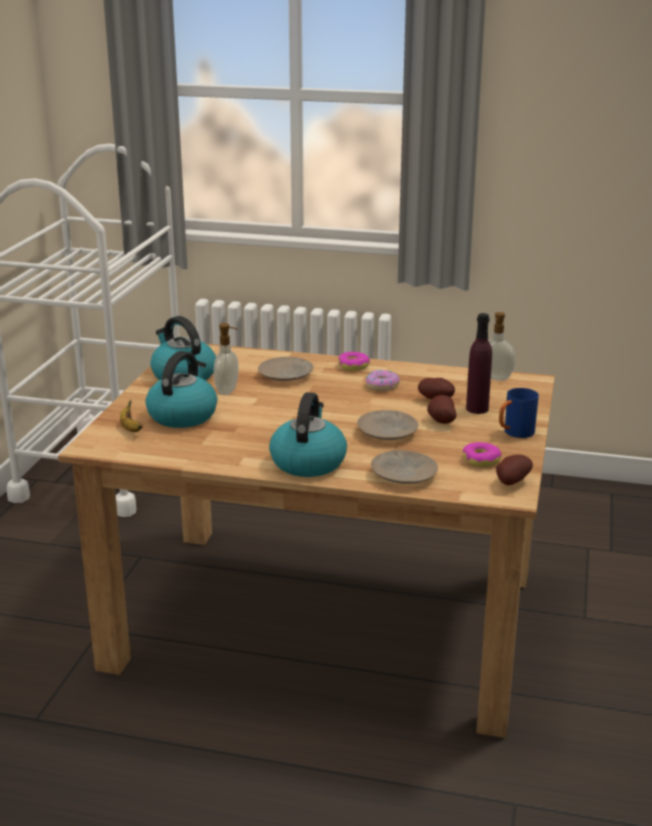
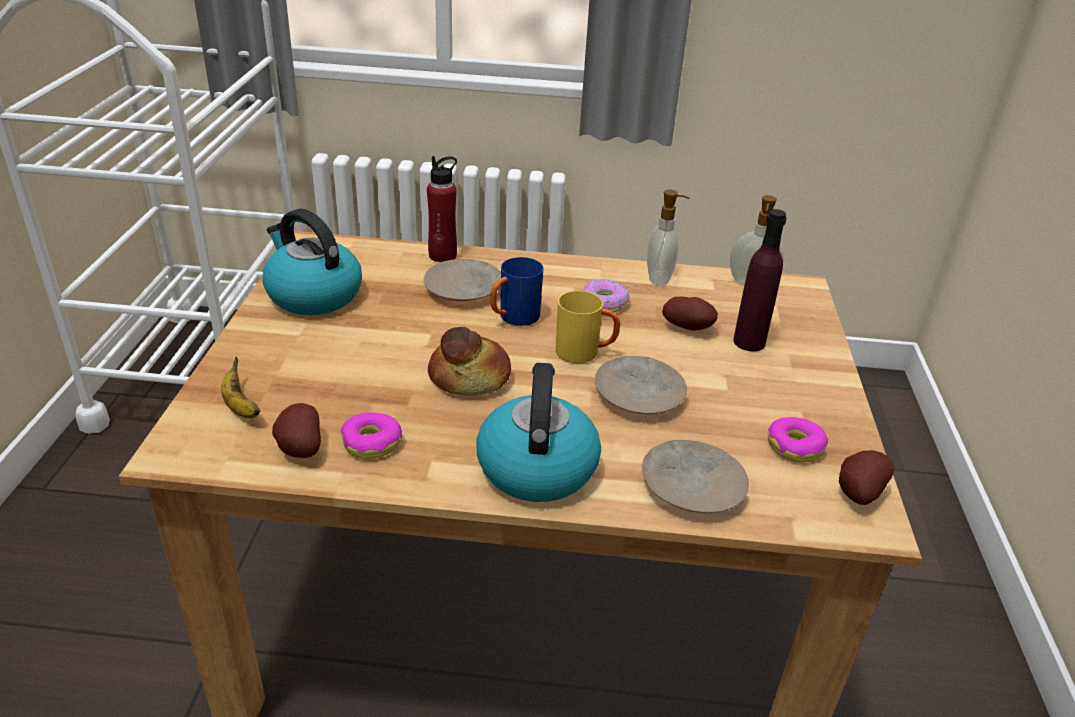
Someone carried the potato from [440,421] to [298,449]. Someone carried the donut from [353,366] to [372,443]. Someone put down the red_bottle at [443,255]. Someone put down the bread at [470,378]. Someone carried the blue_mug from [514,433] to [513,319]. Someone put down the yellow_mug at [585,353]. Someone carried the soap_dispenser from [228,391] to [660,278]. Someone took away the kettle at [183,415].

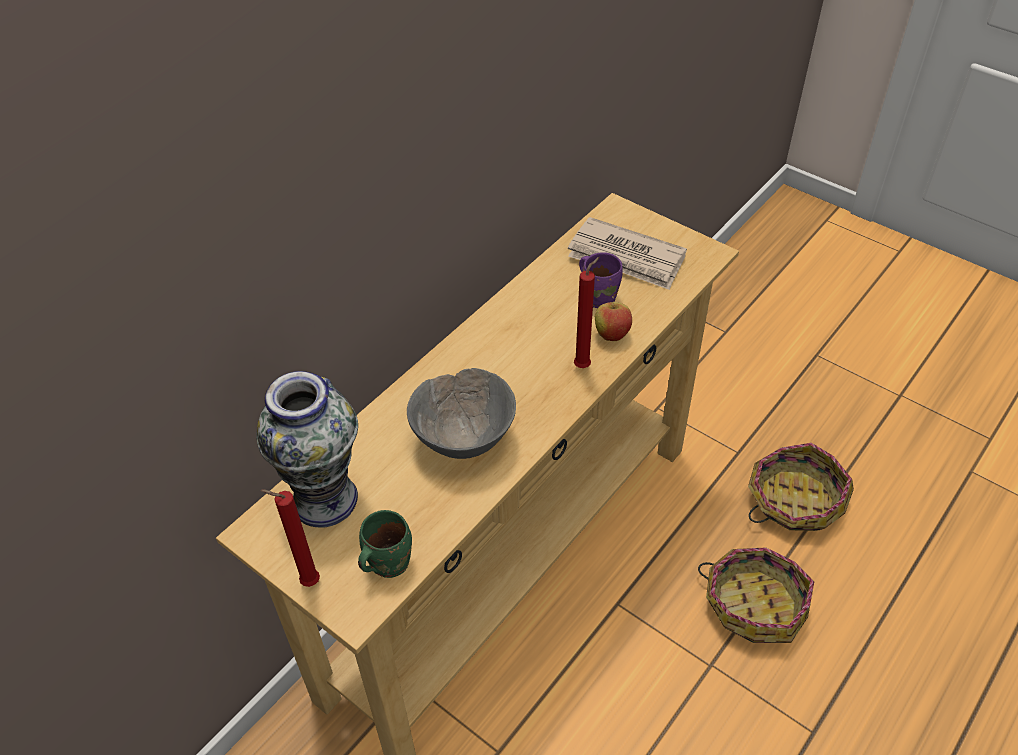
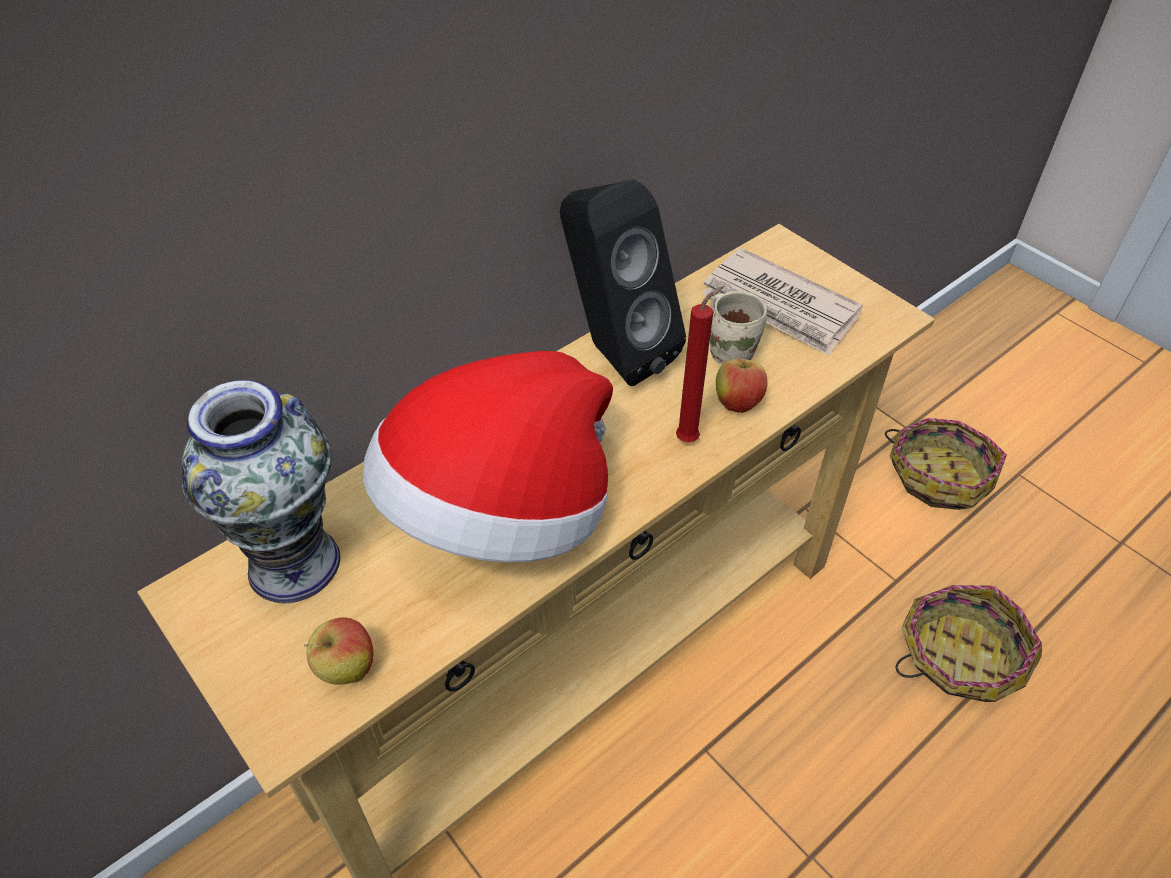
Someone swapped the green_mug at [386,562] for the apple at [346,669]. Someone swapped the grey_bowl at [464,439] for the hat at [503,513]. Someone put down the black_speaker at [613,352]. Someone repainted the purple_mug at [599,296], which became the beige_mug at [732,351]. Someone carried the basket from [754,603] to [938,474]. Someone took away the red_candle at [307,582].

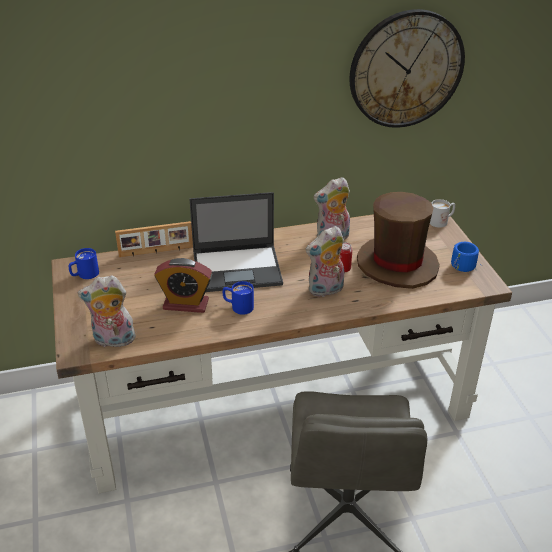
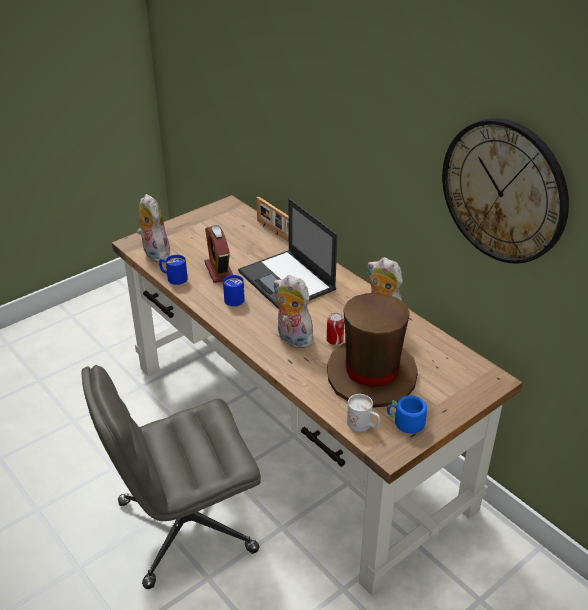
Someone carried the blue_mug from [84,275] to [173,278]. Someone carried the white_mug from [441,221] to [363,425].

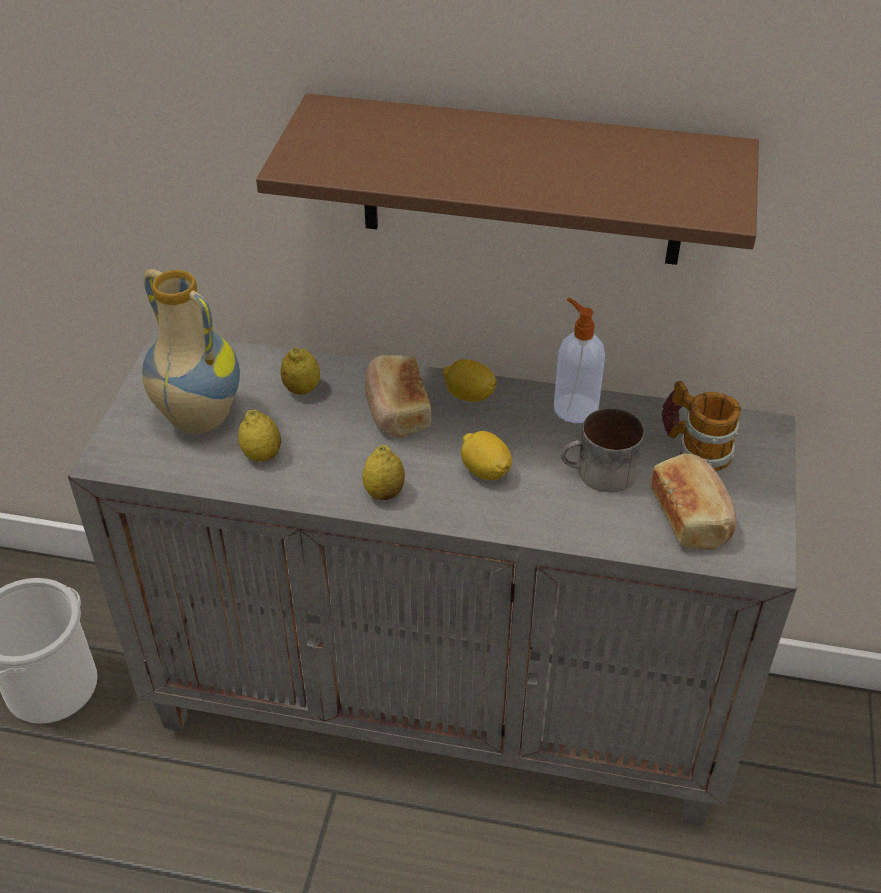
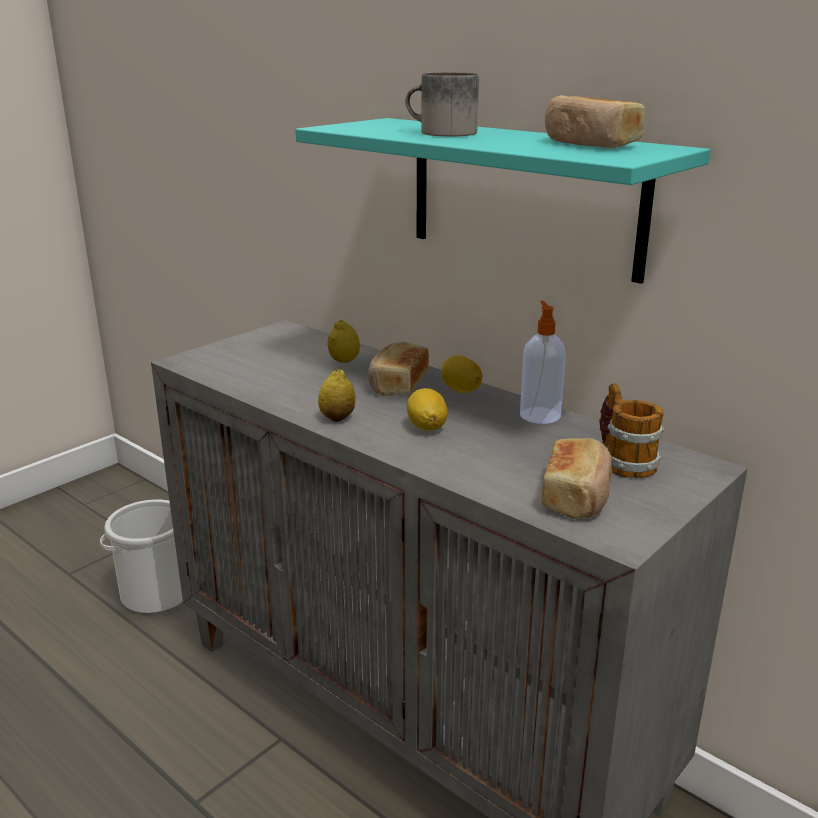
Someone repainted the brown_shelf at [522,182], which became the turquoise_shelf at [523,196]. Someone carried the mug from [599,474] to [440,133]. Someone put down the bread at [589,144]. Someone took away the vase at [197,420]. Someone took away the lemon at [262,455].

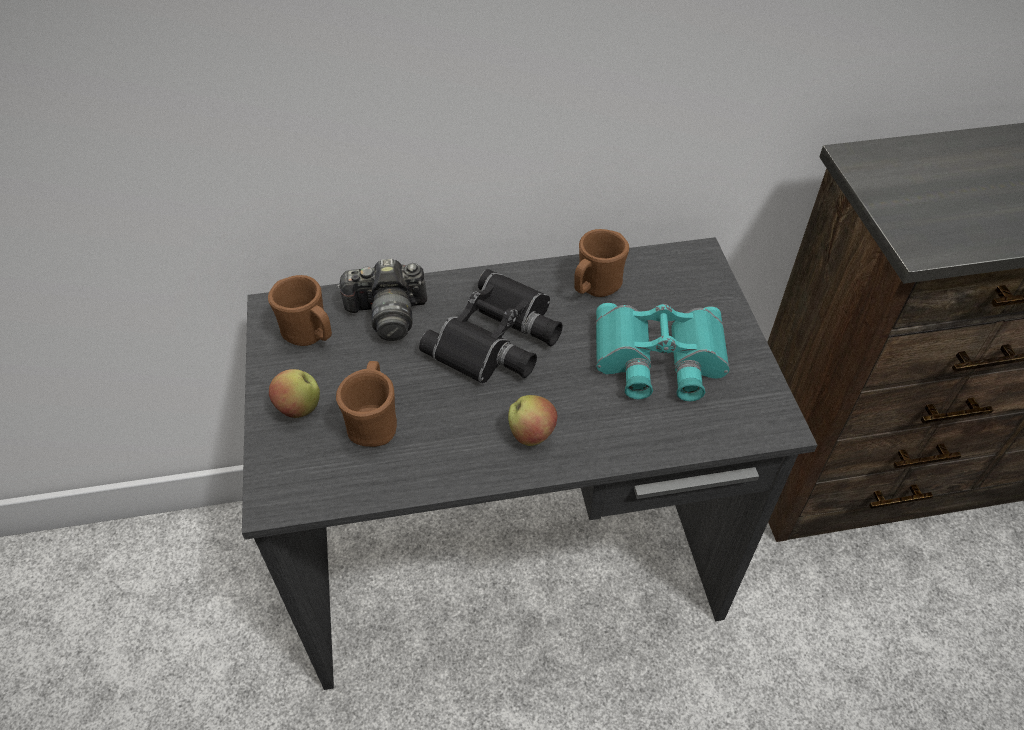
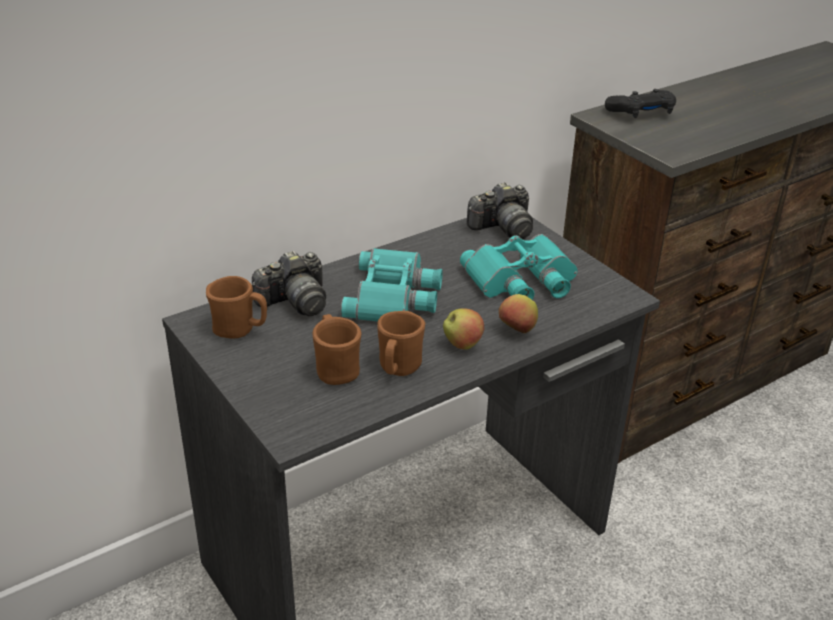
Someone repainted the black_binoculars at [498,338], which became the turquoise_binoculars at [395,296]. Someone carried the brown_mug from [595,288] to [398,369]. Someone put down the photo_camera at [503,228]. Someone carried the apple from [299,408] to [517,330]. Someone put down the black_game_controller at [641,113].

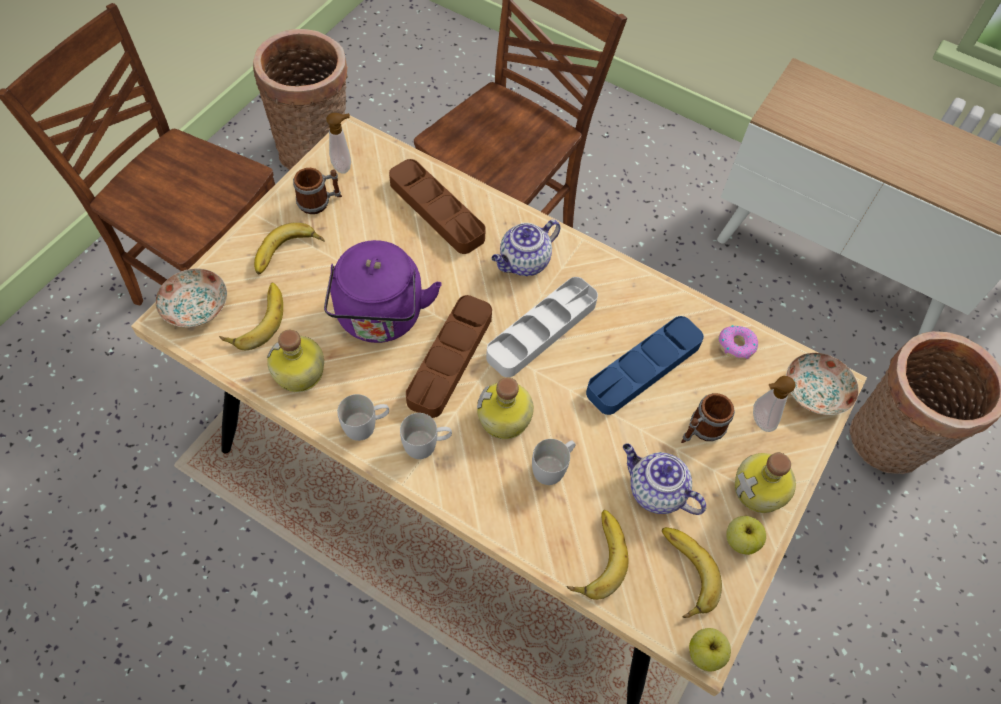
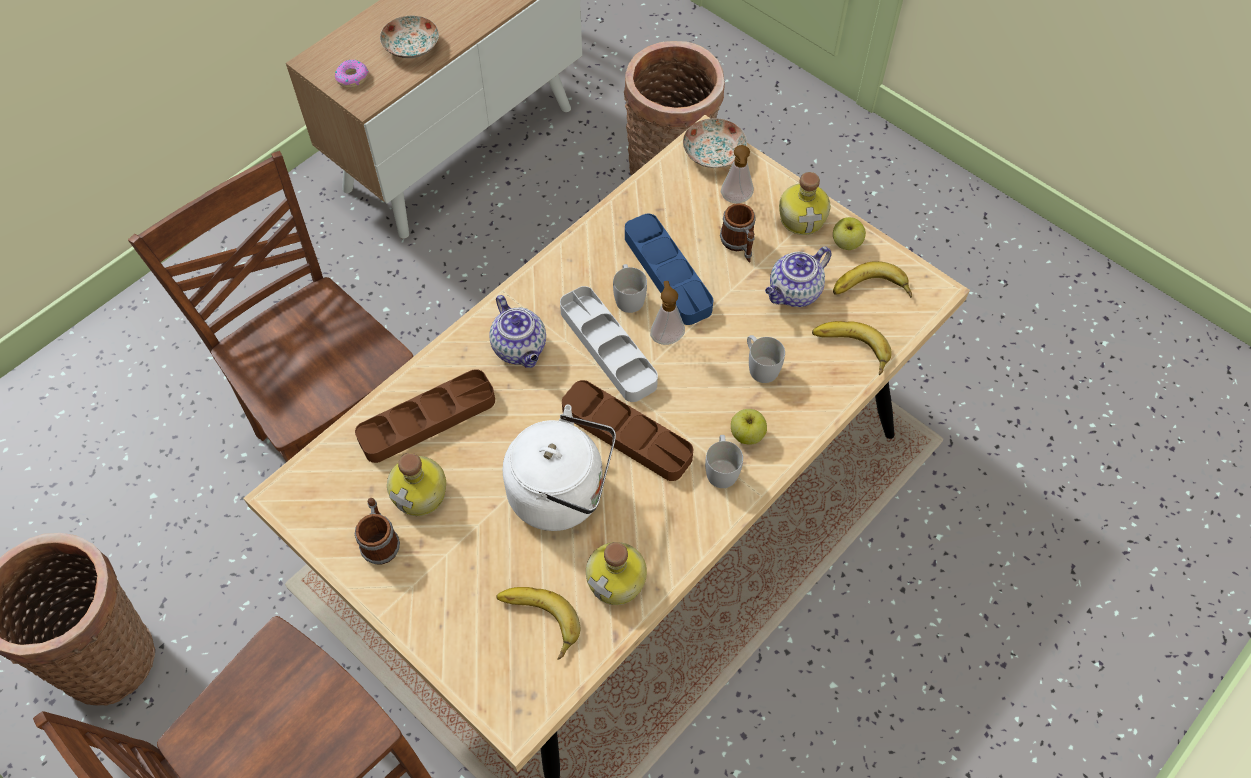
Someone carried the donut from [736,345] to [352,77]. Someone carried the plate from [195,306] to [411,47]. Someone carried the bottle from [504,419] to [422,494]. Someone repainted the purple_kettle at [380,319], which became the white_kettle at [563,494]. Someone carried the white_mug from [366,425] to [628,296]. Someone carried the soap_dispenser from [344,166] to [666,336]. Someone carried the apple from [705,654] to [747,434]. Someone took away the banana at [288,254].

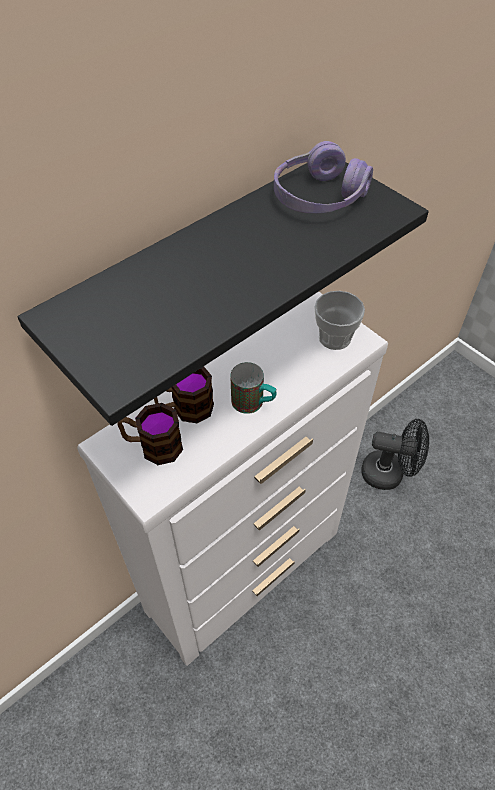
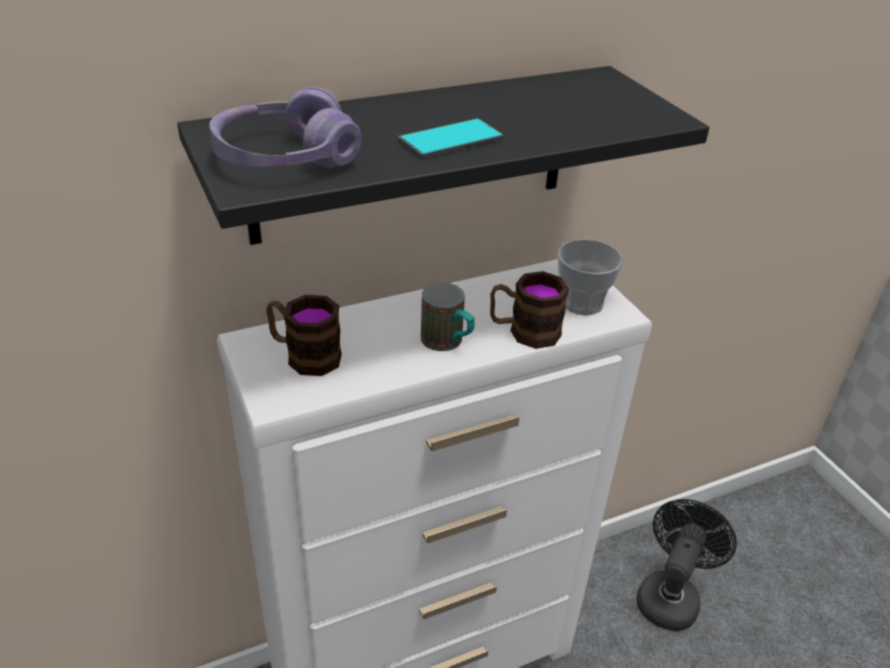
Someone carried the purple_headphones from [318,197] to [285,157]. Someone put down the phone at [451,140]. Someone carried the mug from [185,408] to [524,331]. Someone rotated the black_fan at [389,473] by 90 degrees counterclockwise.

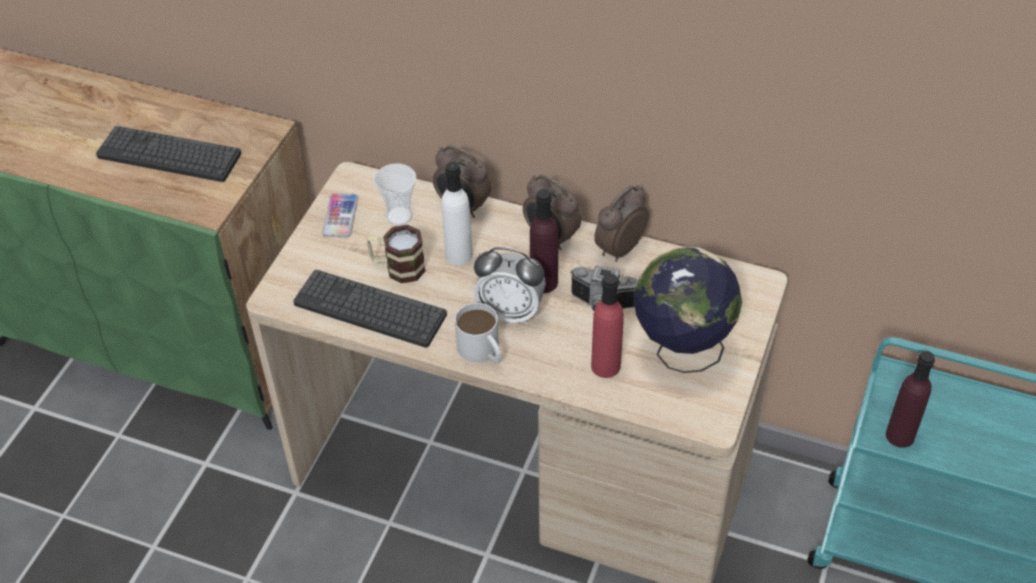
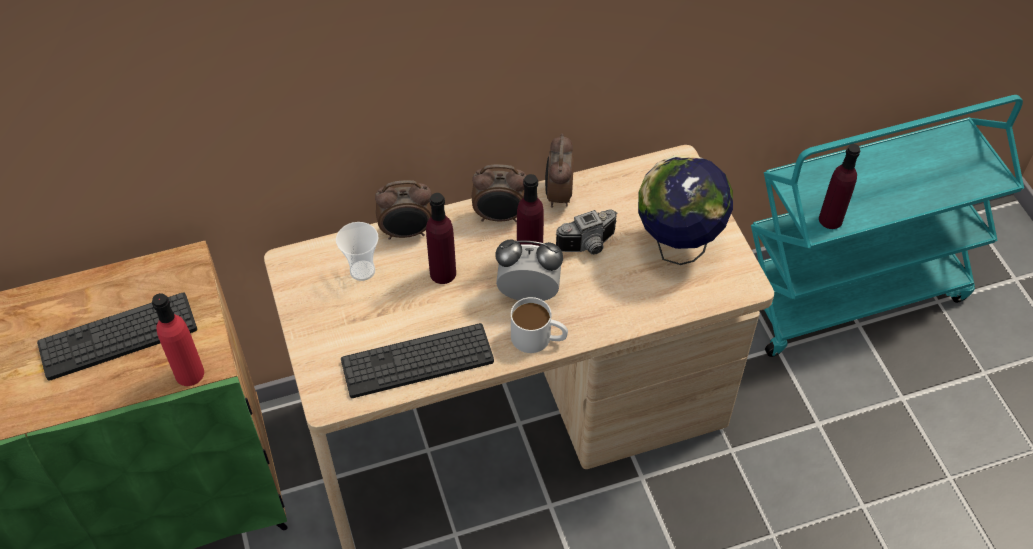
Someone carried the red_bottle from [605,366] to [189,373]. Someone repainted the white_bottle at [459,255], which became the purple_bottle at [443,273]. Someone rotated the alarm_clock at [510,312] by 150 degrees counterclockwise. Someone took away the phone at [340,216]. Someone took away the mug at [397,267].

